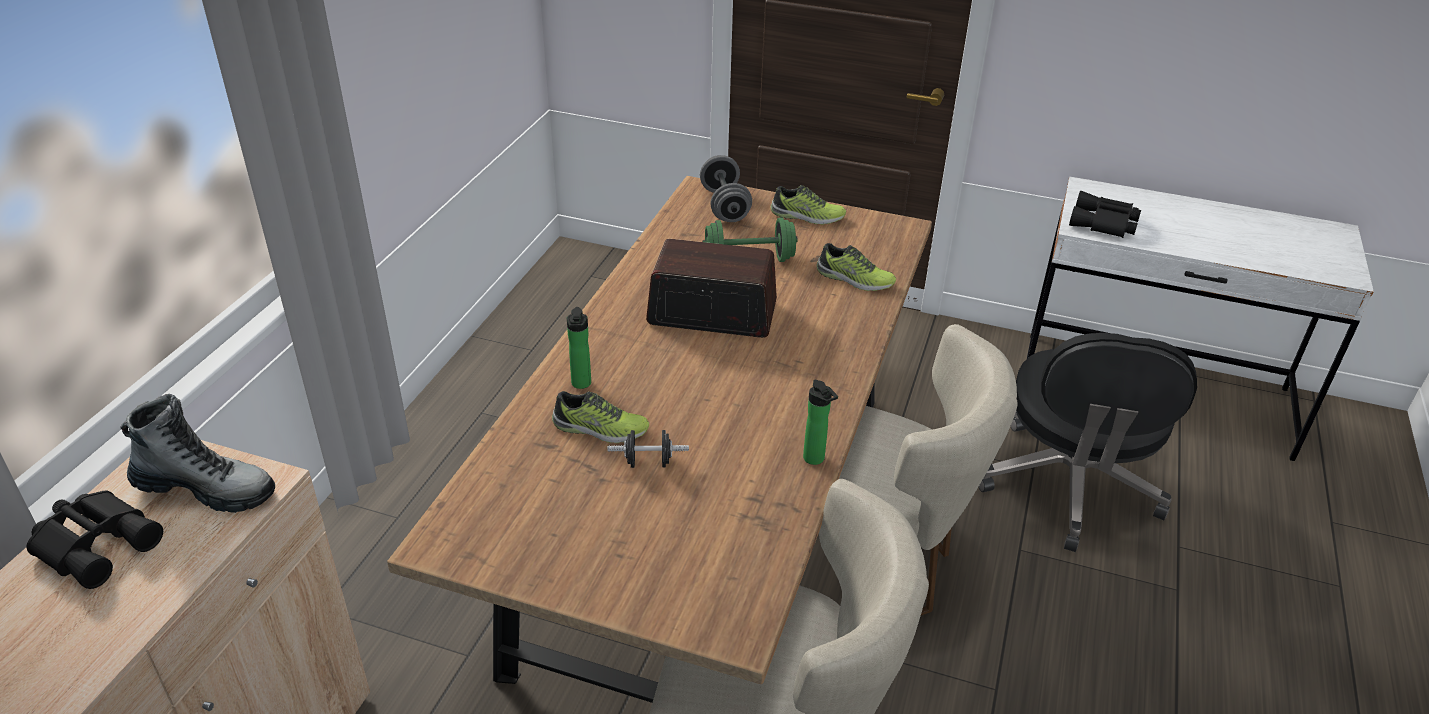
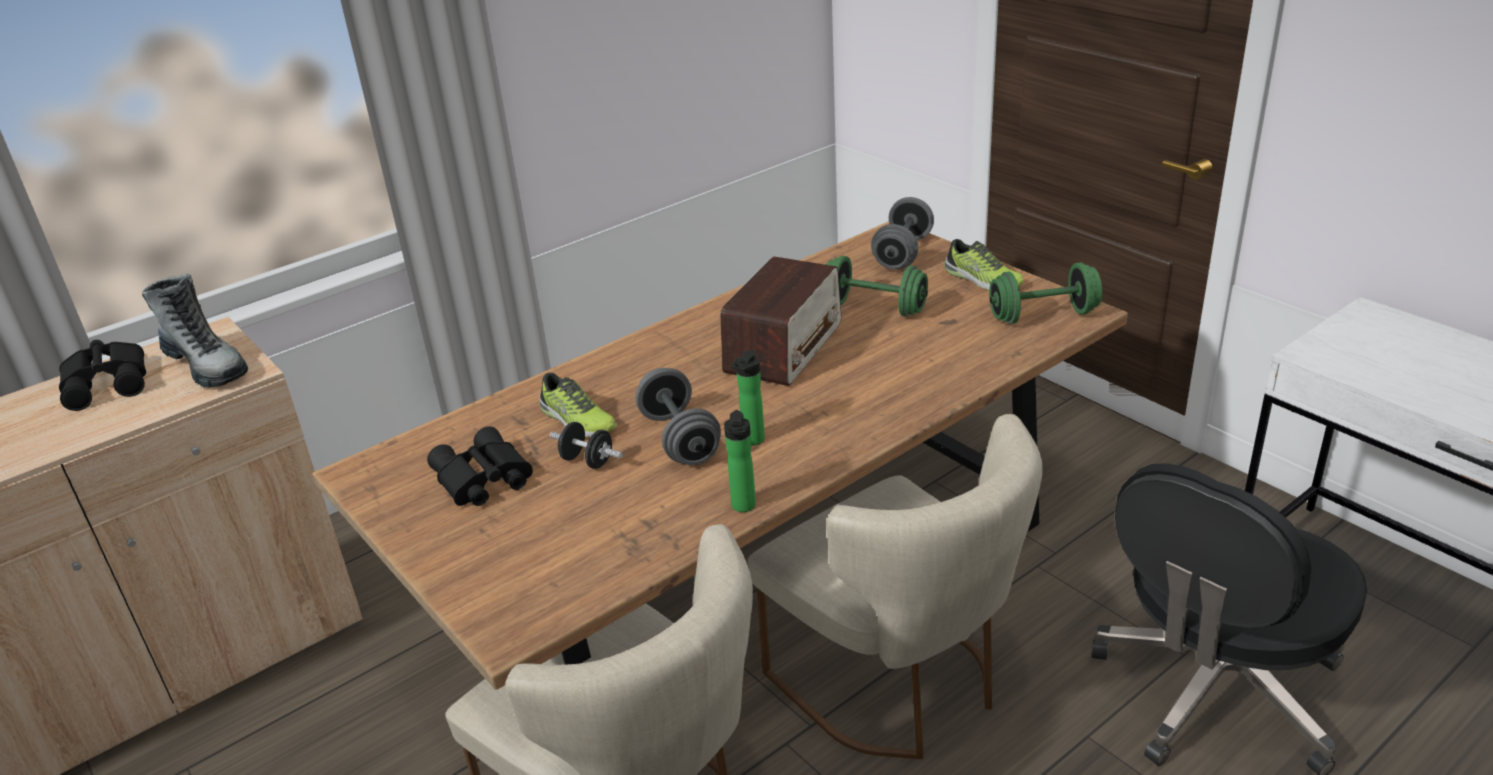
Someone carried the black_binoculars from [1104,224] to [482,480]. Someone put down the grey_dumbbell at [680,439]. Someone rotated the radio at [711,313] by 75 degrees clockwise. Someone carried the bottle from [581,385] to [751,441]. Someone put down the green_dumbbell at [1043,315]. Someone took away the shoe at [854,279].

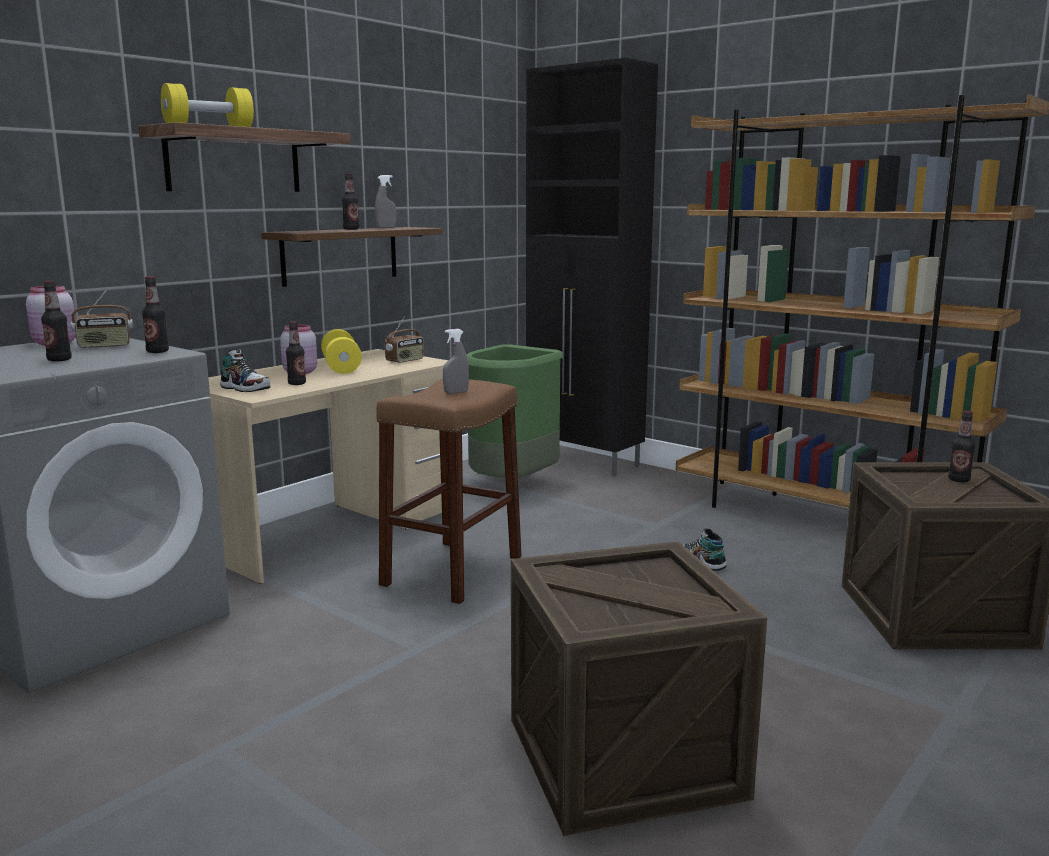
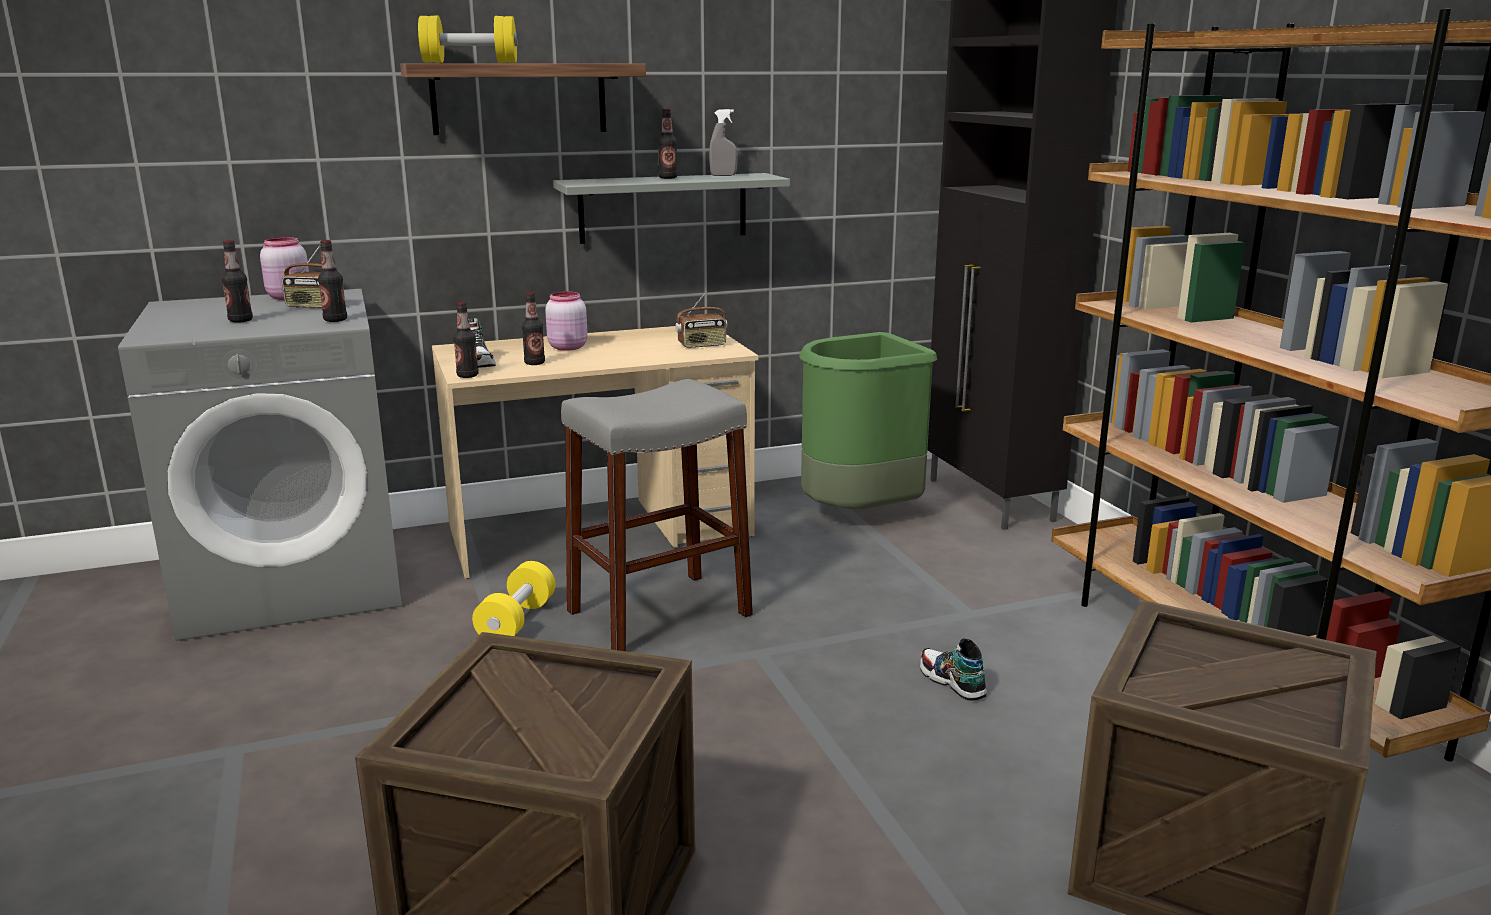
Someone carried the bottle from [959,480] to [467,376]. Someone carried the yellow_dumbbell from [341,367] to [516,621]. Someone repainted the brown_shelf at [340,255], which became the grey_shelf at [663,208]. Someone repainted the brown_stool at [452,571], which became the grey_stool at [659,613]. Someone took away the grey_spray_bottle at [456,392].

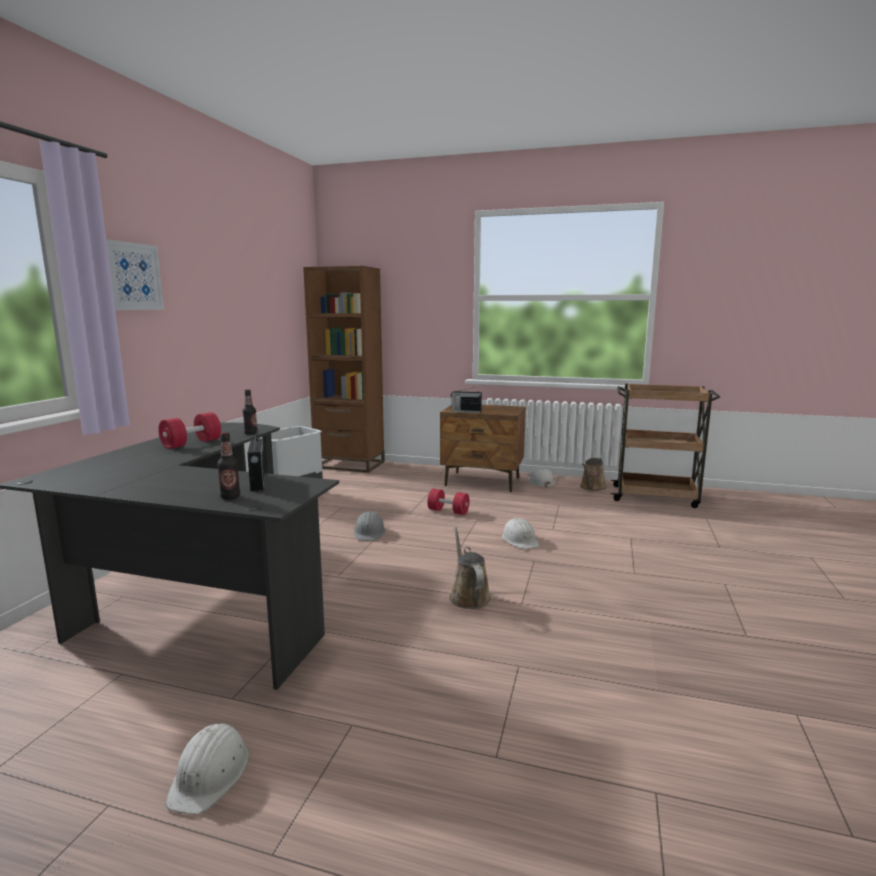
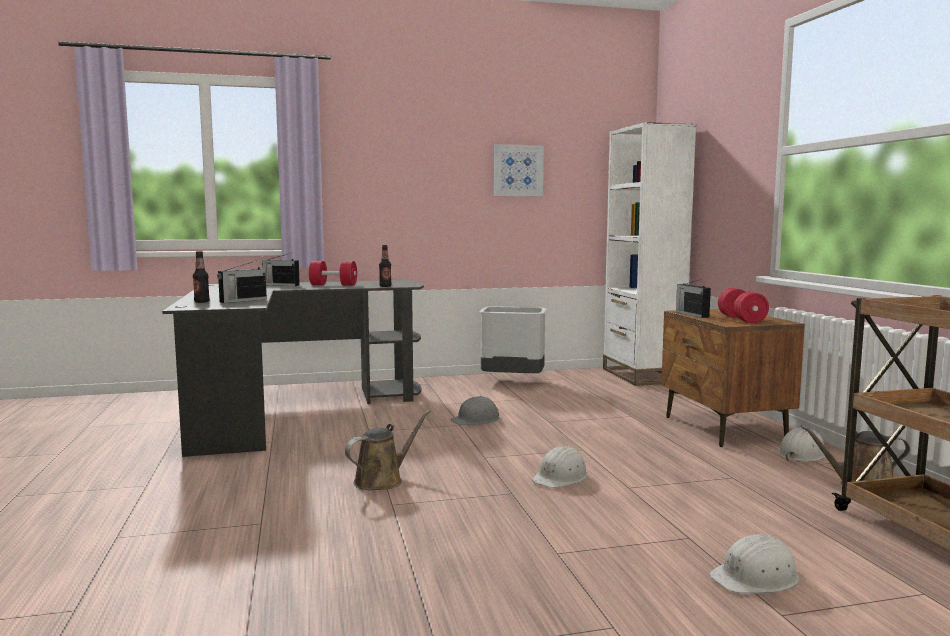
Someone put down the radio at [280,285]. Someone carried the picture from [132,276] to [518,170]. Someone repainted the brown_bookcase at [349,464], which became the white_bookcase at [642,375]. Someone carried the white_hard_hat from [210,774] to [756,578]. Someone carried the red_dumbbell from [448,511] to [741,319].

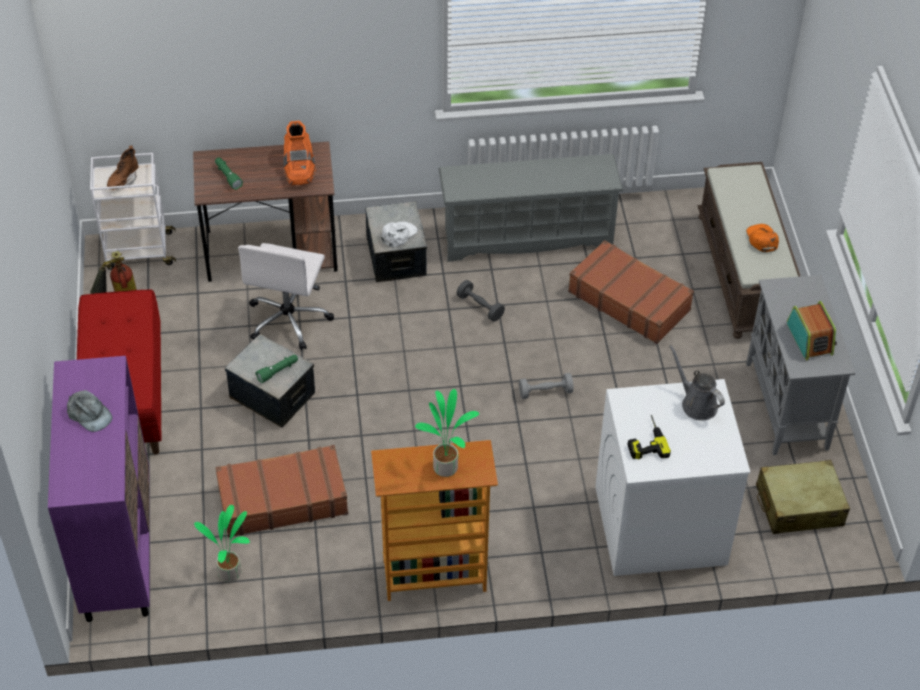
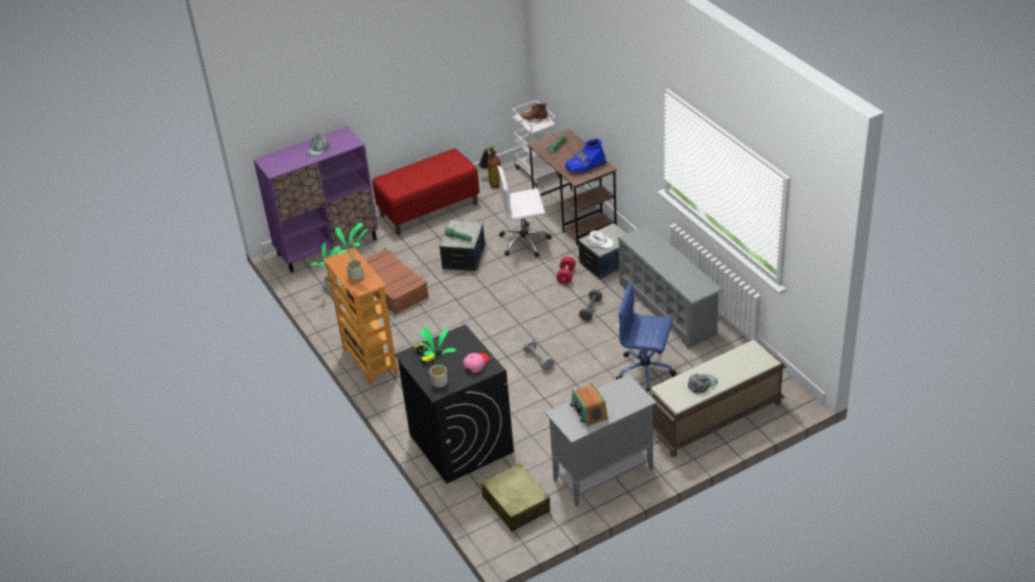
Someone repainted the white_washing_machine at [659,526], which became the black_washing_machine at [460,443]. Someone put down the potted_plant at [439,381]. Someone swapped the grey_watering_can at [696,403] for the pink_cap at [476,364]. Someone put down the red_dumbbell at [566,276]. Someone repainted the orange_boot at [299,167], which became the blue_boot at [585,166]. Someone rotated the radio at [810,338] by 105 degrees clockwise. Someone swapped the brown_suitcase at [629,300] for the blue_office_chair at [646,371]. Someone repainted the orange_cap at [762,239], which became the grey_cap at [702,384].

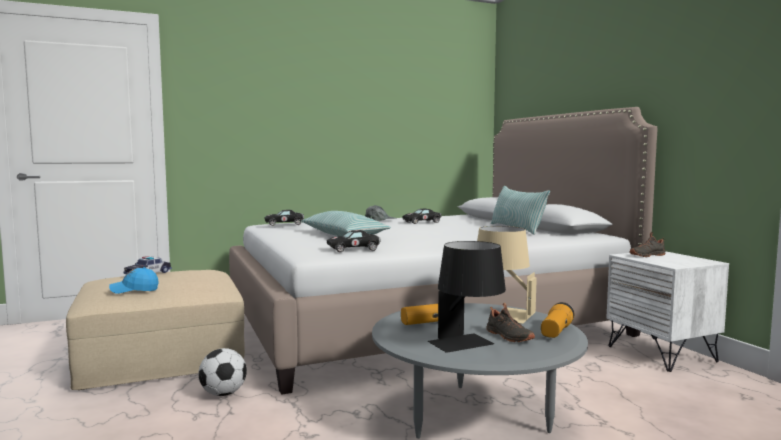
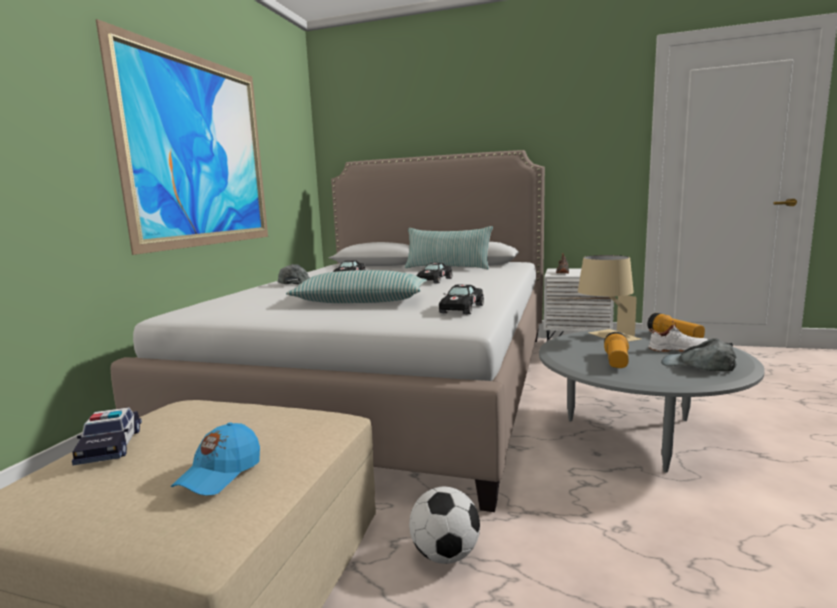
Someone put up the picture at [200,152]. Someone carried the black_toy_car from [286,224] to [435,280]. Someone repainted the black_shoe at [508,337], which became the white_shoe at [678,350]. Someone swapped the black_table_lamp at [468,346] for the grey_cap at [698,365].

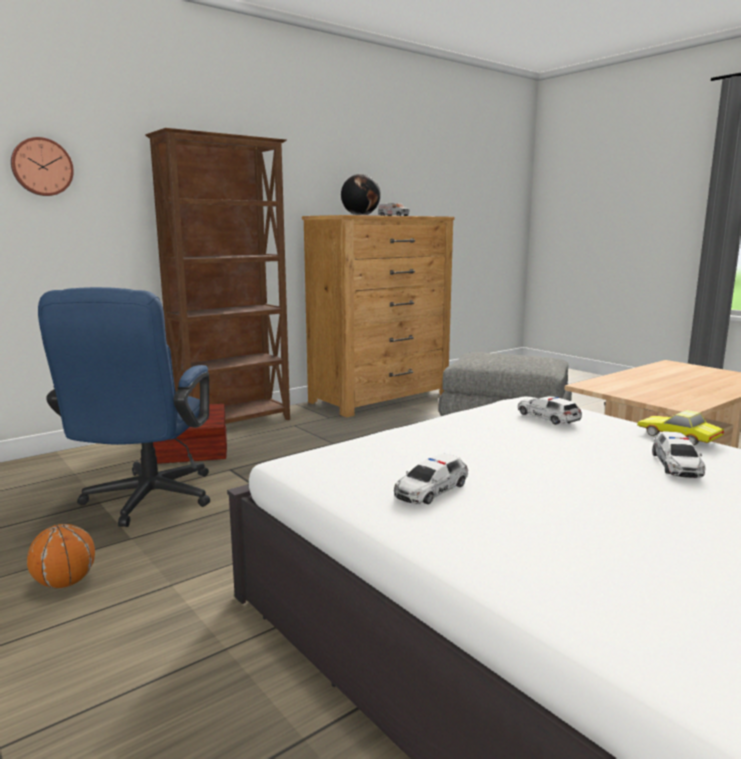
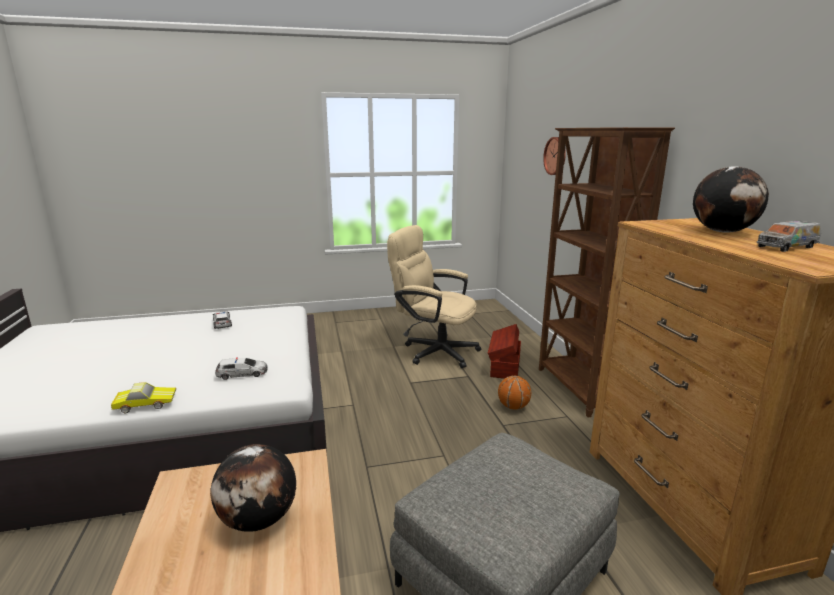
Someone put down the globe at [259,520]. Someone repainted the blue_office_chair at [145,502], which became the beige_office_chair at [434,351]. Someone carried the basketball from [65,583] to [513,407]. Someone took away the toy_car at [676,465].

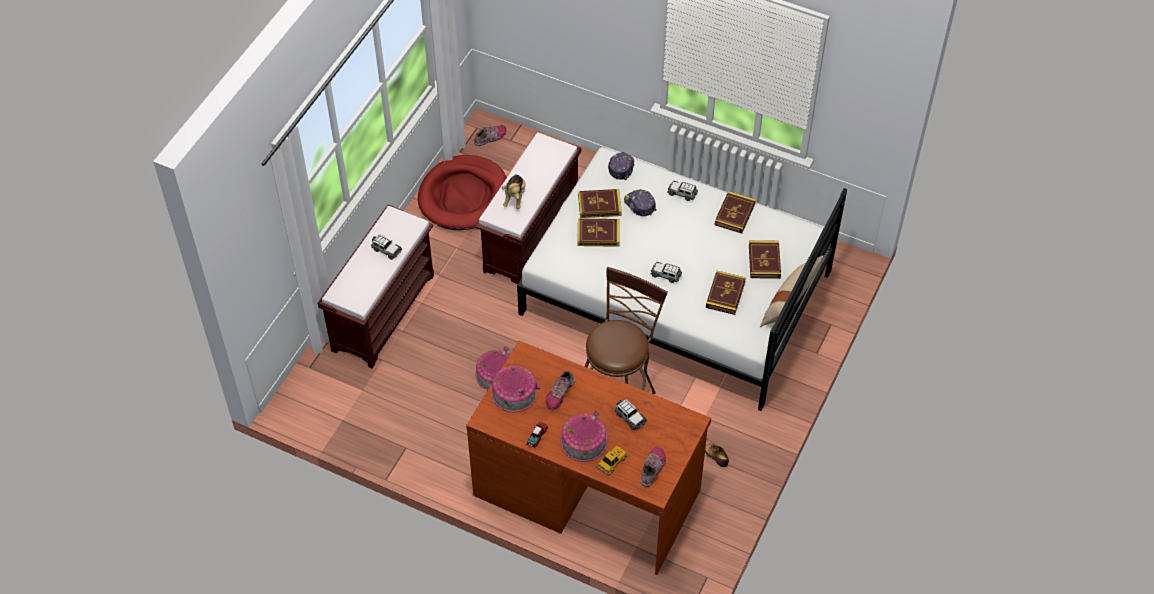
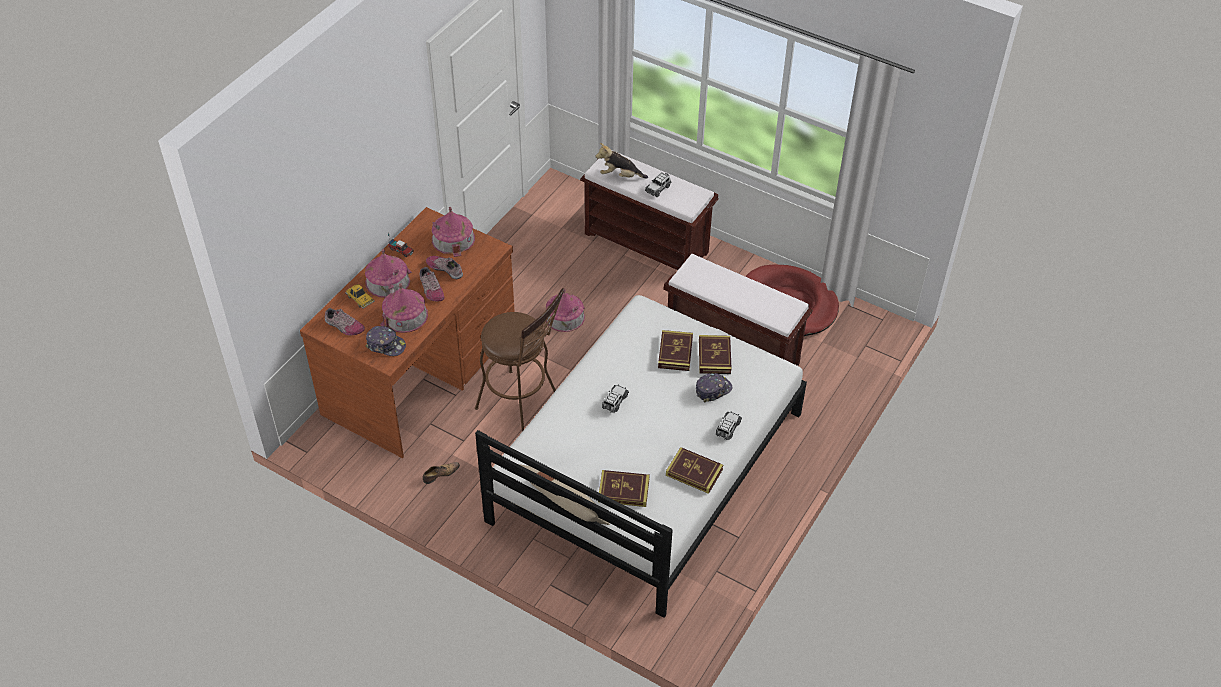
Someone carried the cap from [621,167] to [386,345]. Someone swapped the toy_car at [630,418] for the toy_house at [405,315]. Someone carried the shoe from [490,138] to [431,289]. Someone carried the plush_toy from [514,197] to [620,176]. Someone took away the book at [725,294].

